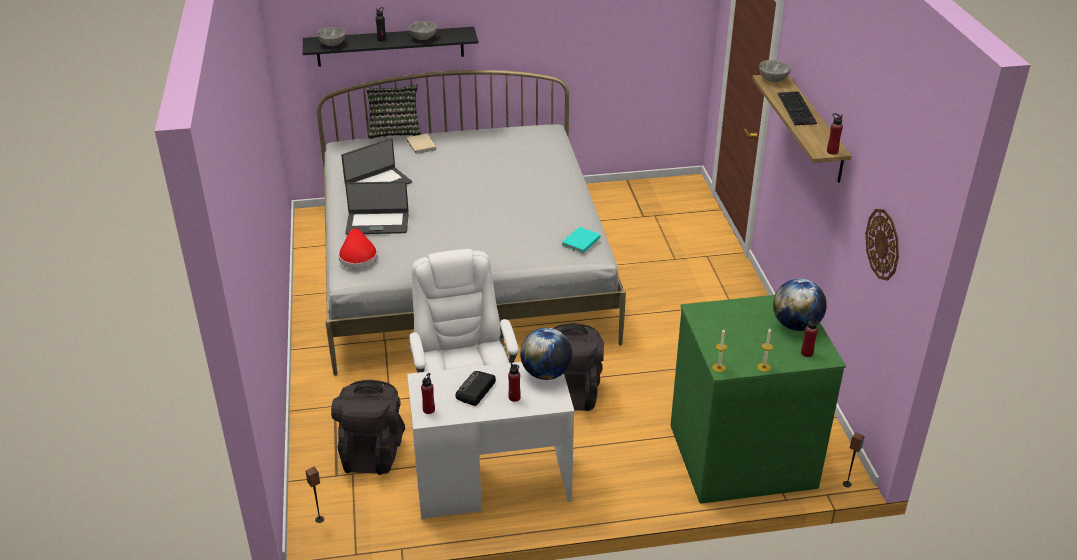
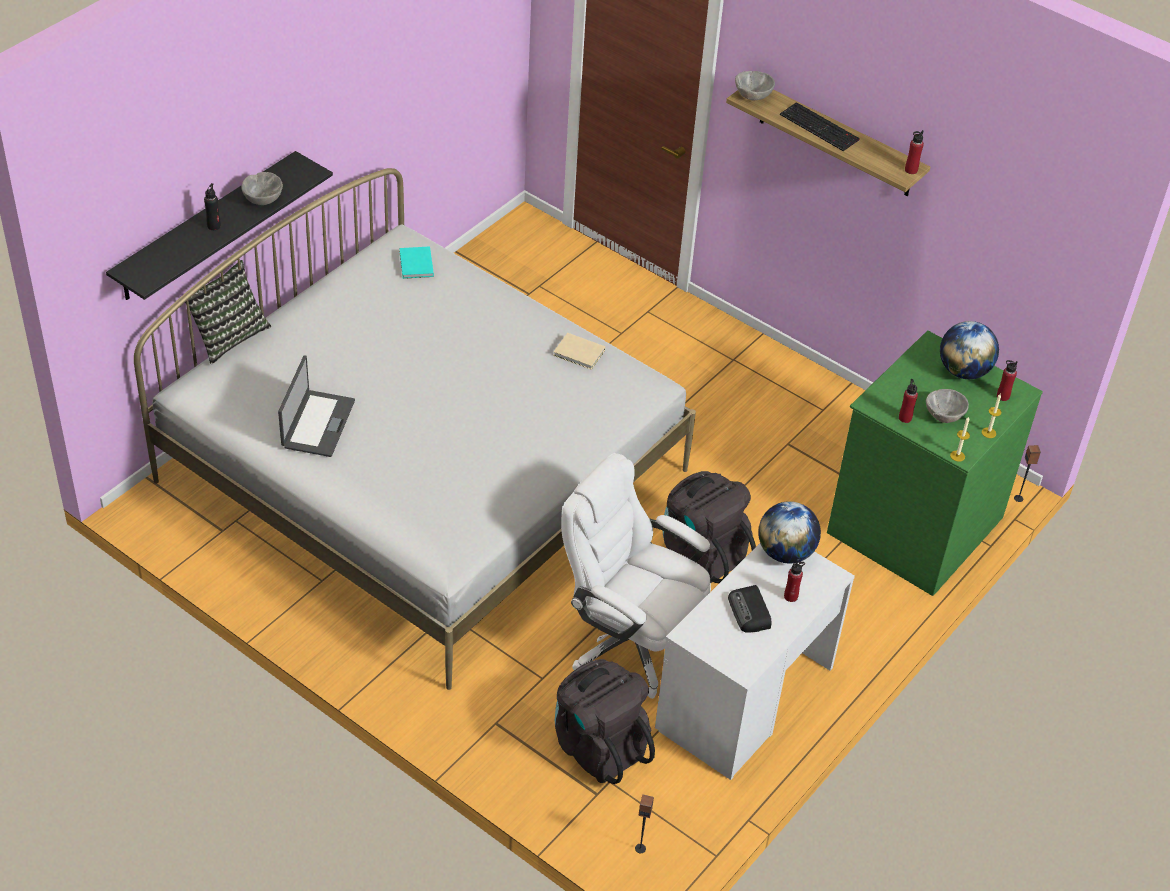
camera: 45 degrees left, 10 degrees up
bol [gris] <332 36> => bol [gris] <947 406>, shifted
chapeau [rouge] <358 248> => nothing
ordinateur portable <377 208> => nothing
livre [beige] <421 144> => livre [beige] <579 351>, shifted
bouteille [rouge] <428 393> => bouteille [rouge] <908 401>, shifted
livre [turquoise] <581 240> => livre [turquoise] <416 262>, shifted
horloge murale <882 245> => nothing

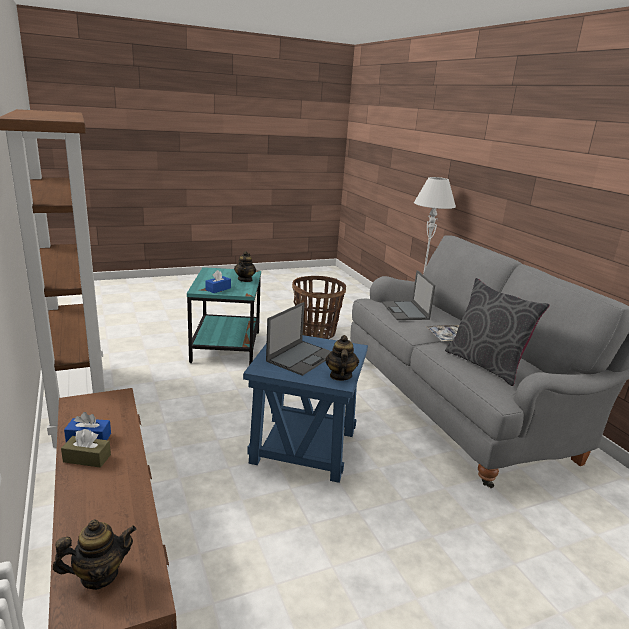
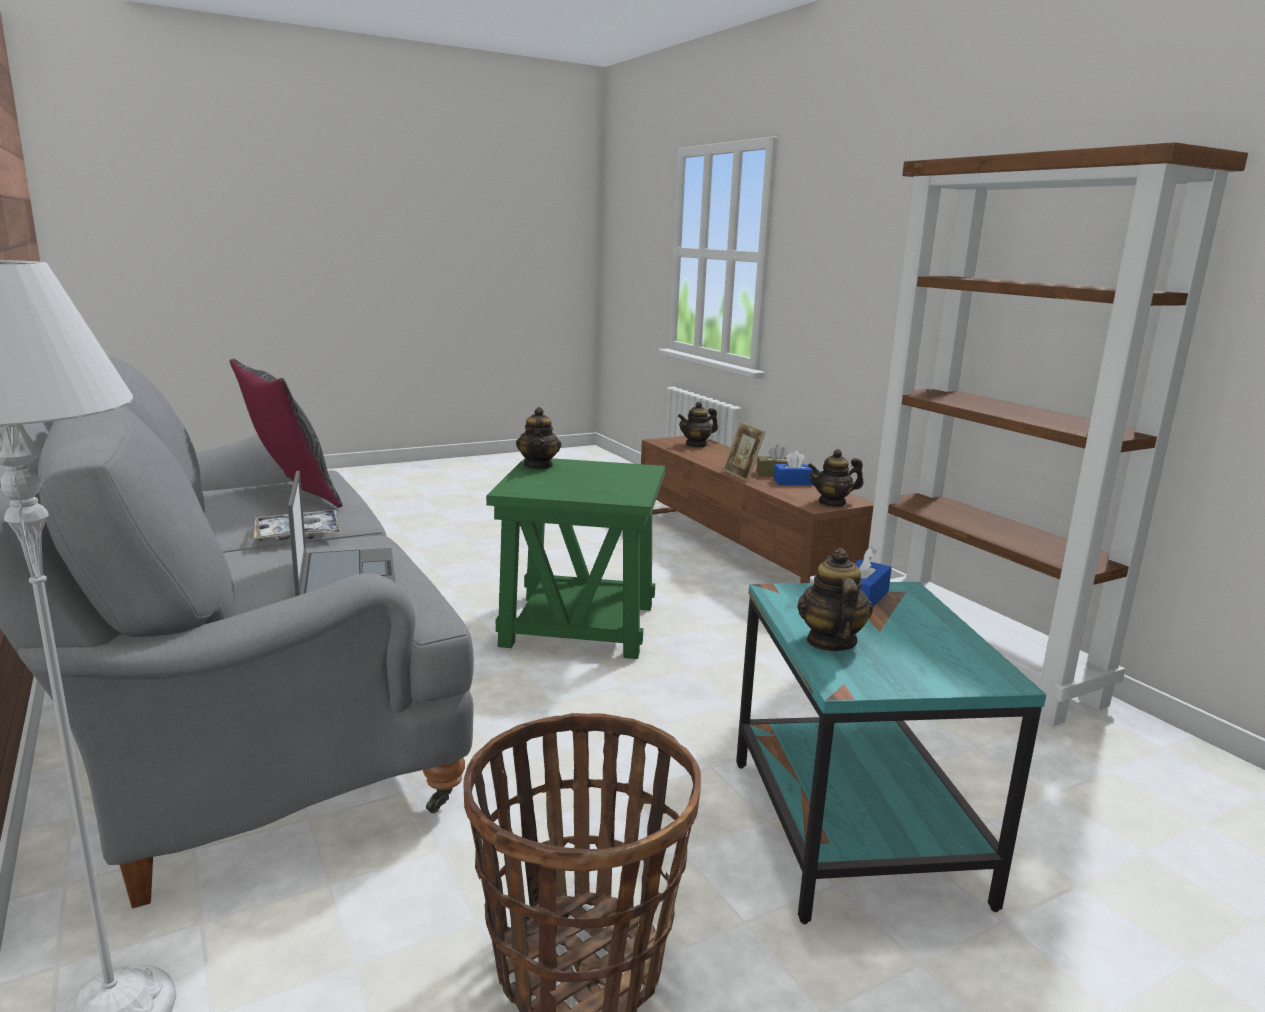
camera: 175 degrees right, 5 degrees down
table d'appoint [bleu] <305 409> => table d'appoint [vert] <575 558>
ordinateur portable <298 339> => nothing
nothing => cadre photo <744 451>
nothing => théière <836 478>

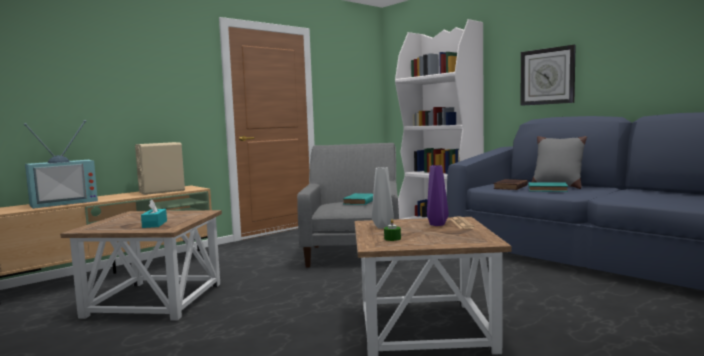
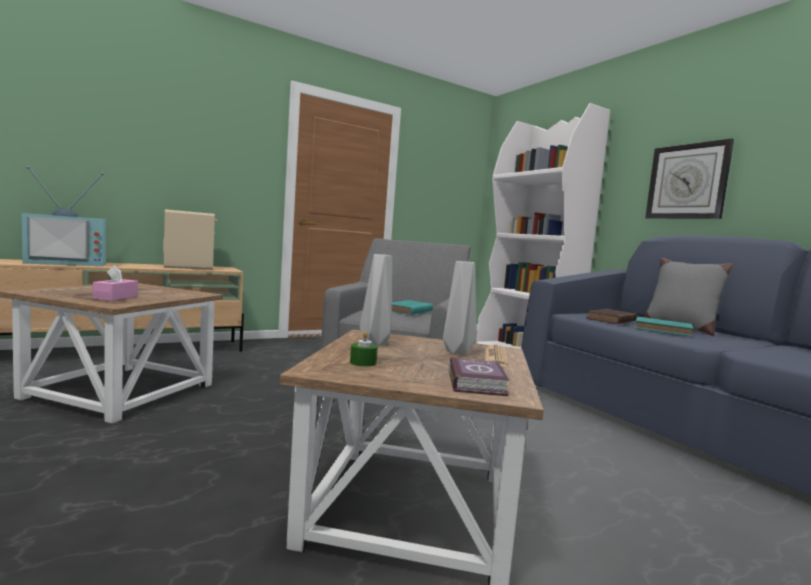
camera: 10 degrees right, 0 degrees up
boîte à mouchoirs [turquoise] <154 213> => boîte à mouchoirs [rose] <115 283>
vase [violet] <438 195> => vase [gris] <460 308>
nothing => livre <479 376>

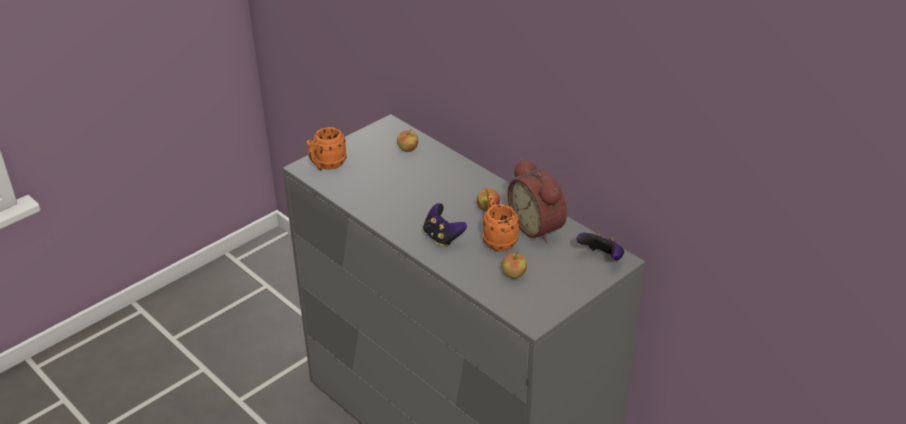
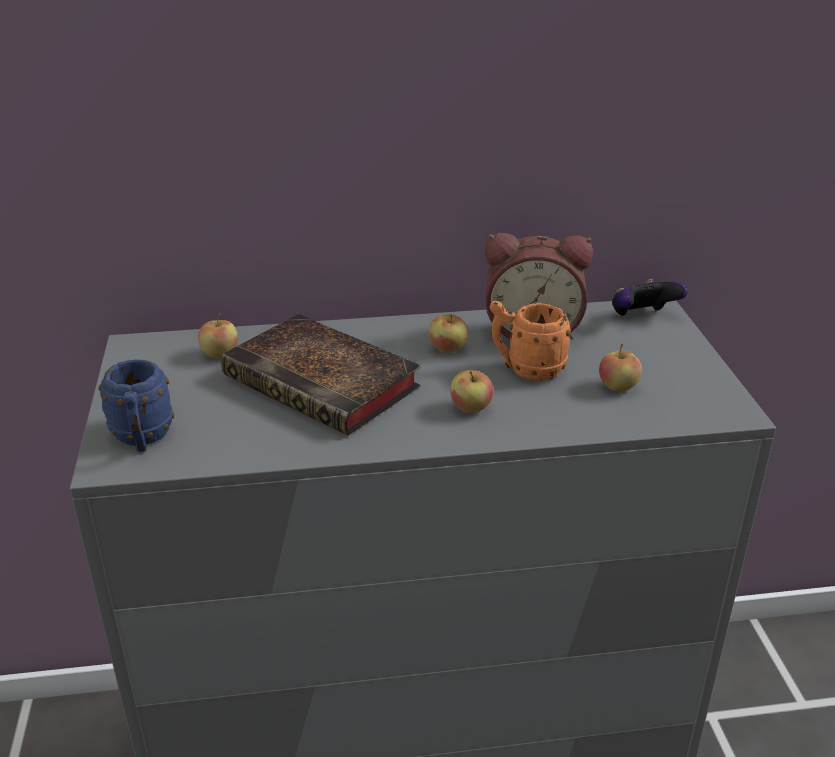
camera: 55 degrees left, 5 degrees down
mug [orange] <326 149> => mug [bleu] <136 405>
manette <445 225> => pomme <471 391>
nothing => livre <321 375>

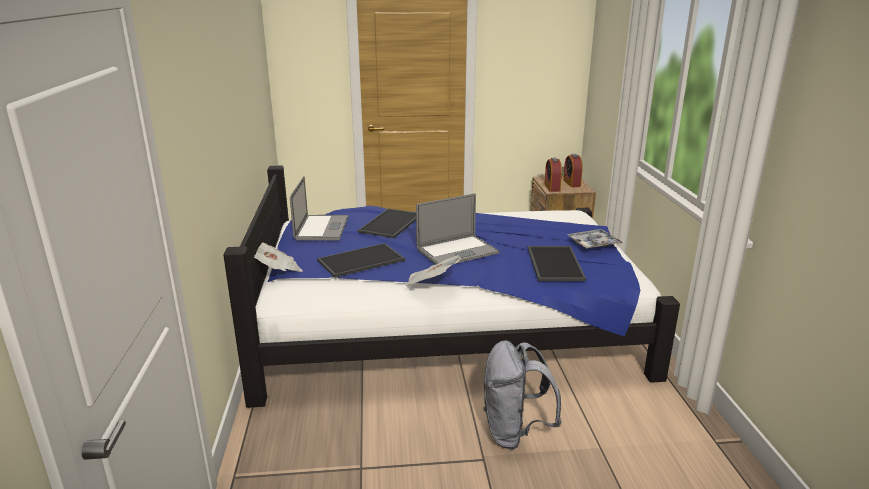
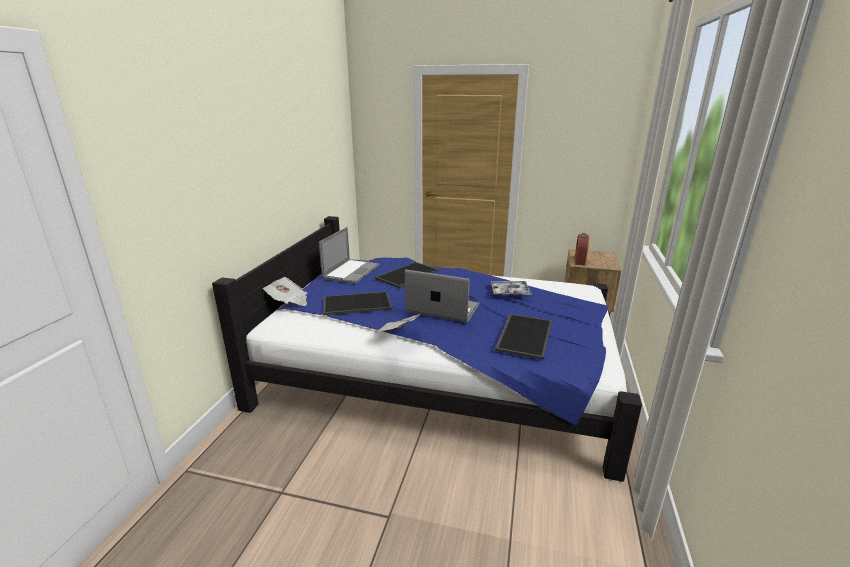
camera: 20 degrees right, 0 degrees up
ordinateur portable <458 228> => ordinateur portable <442 296>, 150 degrees counterclockwise
sac à dos [gris] <522 394> => nothing
réveil <573 170> => nothing
plateau <595 239> => plateau <511 288>, shifted

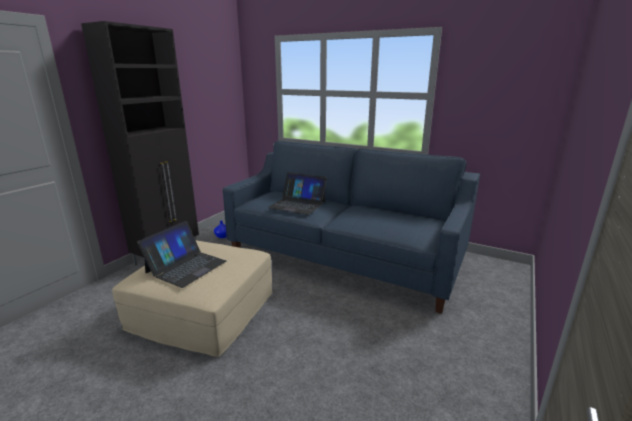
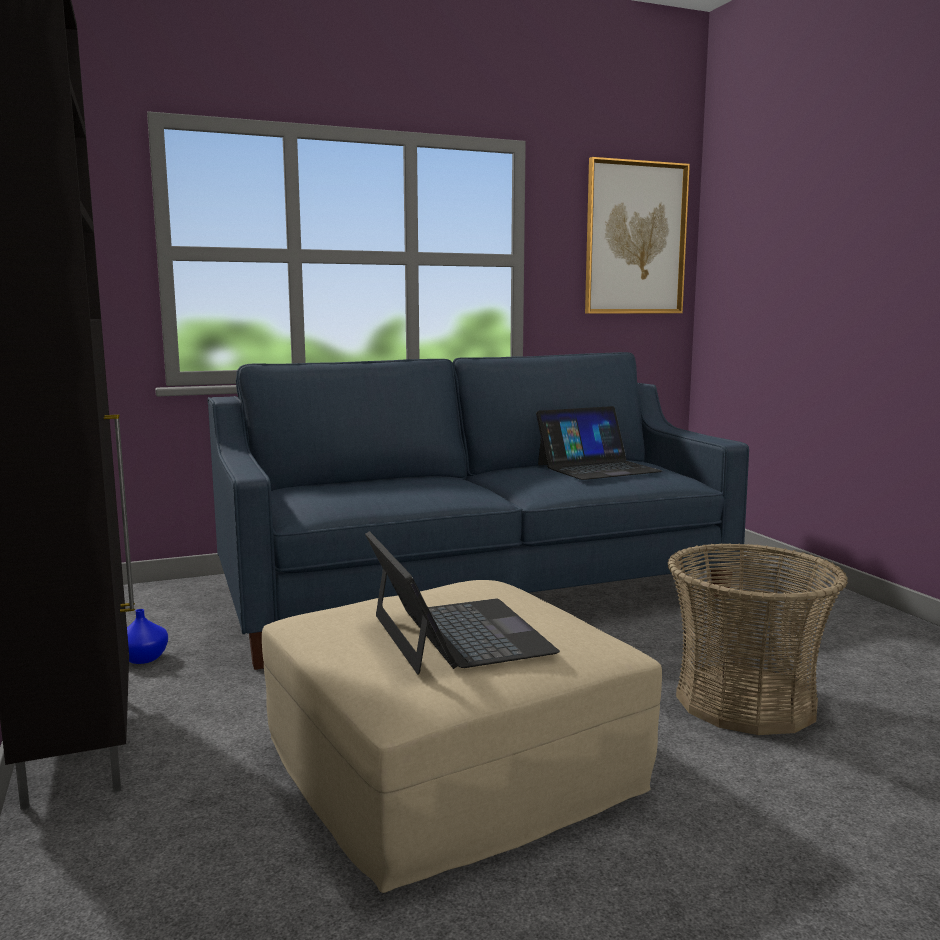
camera: 50 degrees left, 10 degrees down
ordinateur portable <297 193> => ordinateur portable <599 443>, shifted
nothing => tableau <637 235>
nothing => panier <757 639>

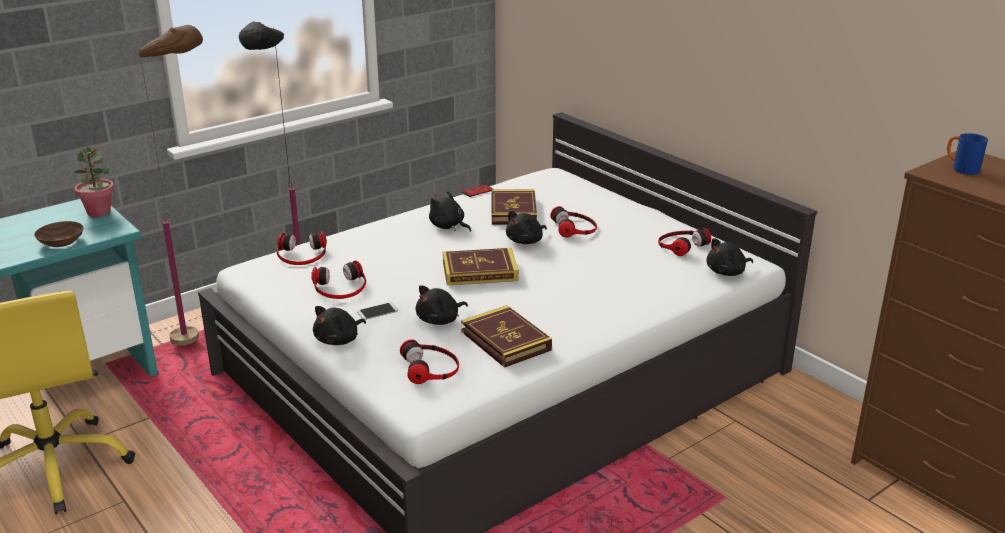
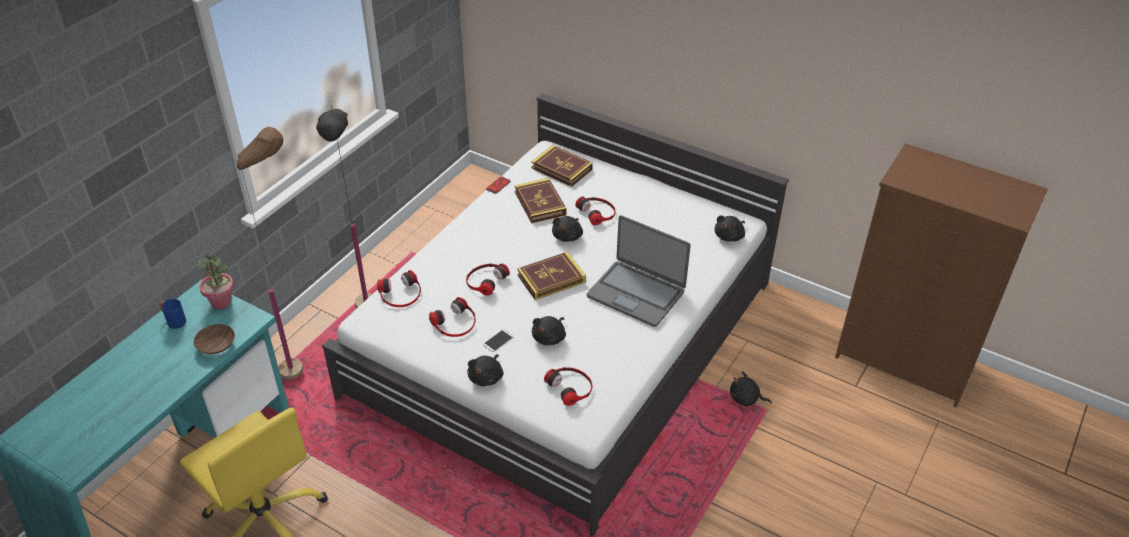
camera: 20 degrees left, 15 degrees up
peluche [noir] <450 211> => peluche [noir] <751 388>, shifted
livre <506 336> => livre <562 166>, shifted
casque audio <684 242> => casque audio <488 279>, shifted
mug [bleu] <967 154> => mug [bleu] <172 314>, shifted
nothing => ordinateur portable <639 271>

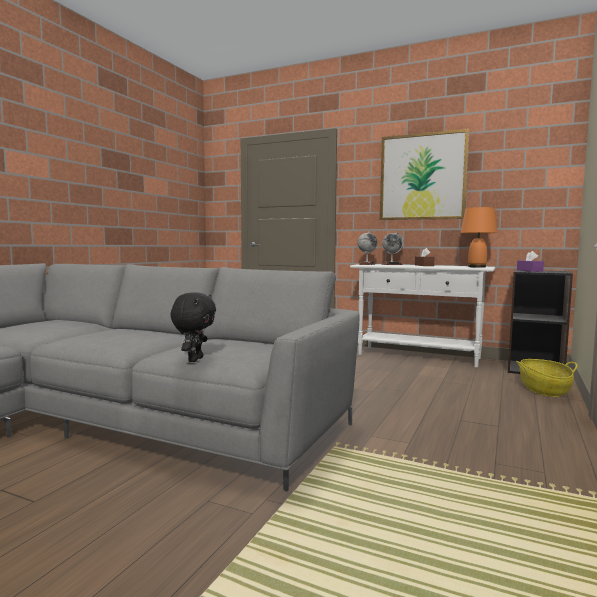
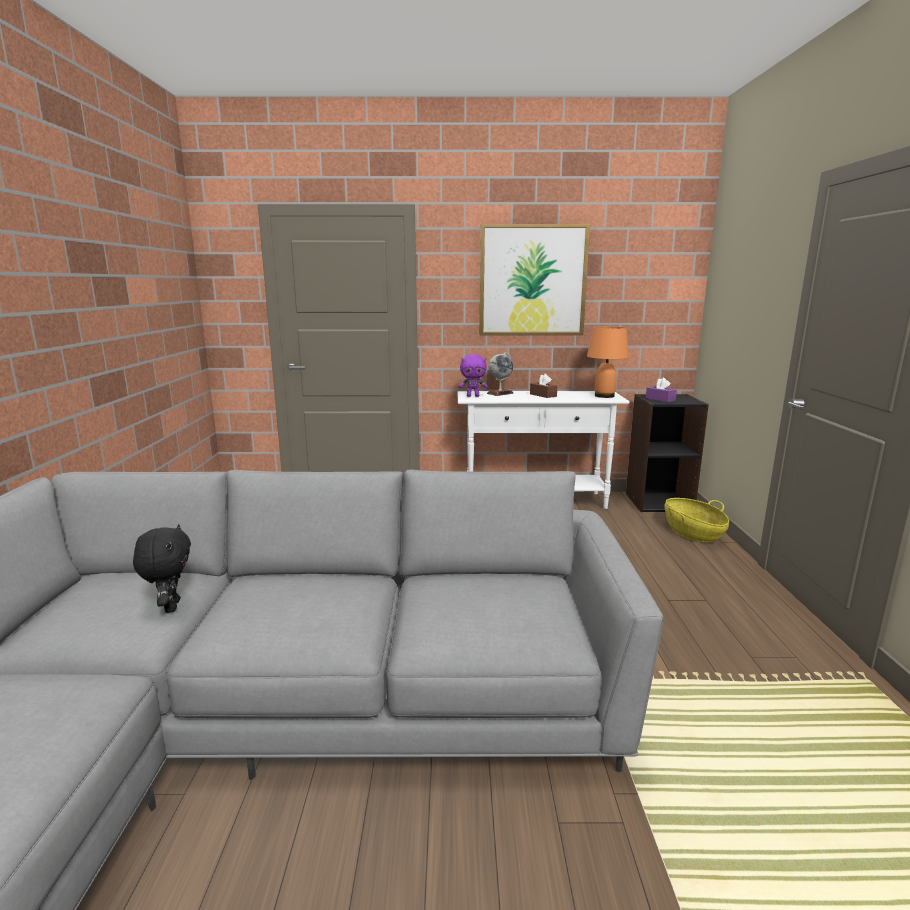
camera: 25 degrees left, 10 degrees up
peluche [noir] <193 327> => peluche [noir] <162 568>, shifted
globe <367 248> => peluche [violet] <473 375>

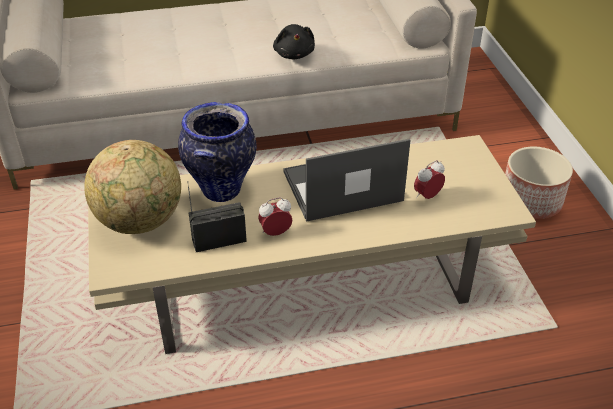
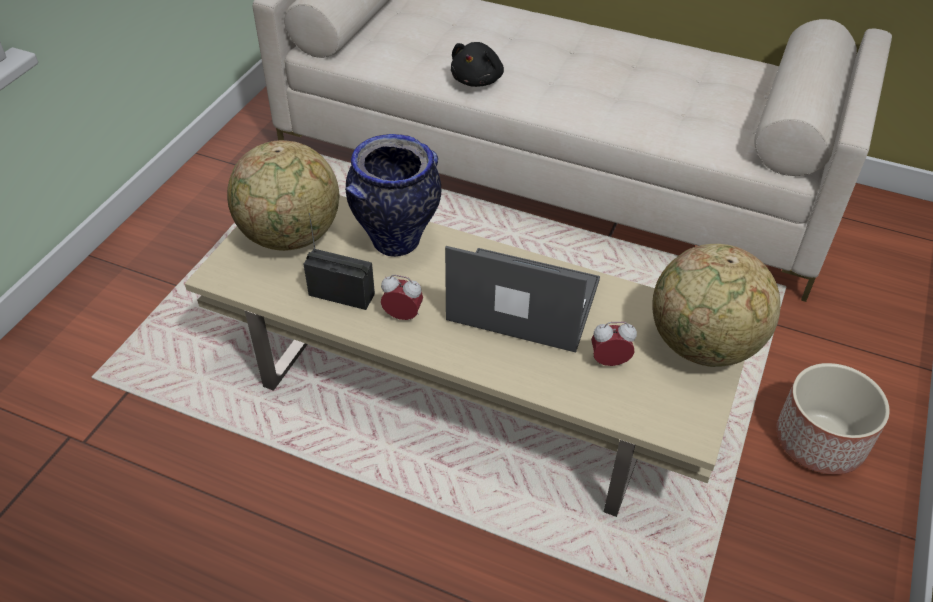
camera: 35 degrees right, 5 degrees up
peluche [noir] <294 41> => peluche [noir] <477 64>, shifted
nothing => globe <716 305>

